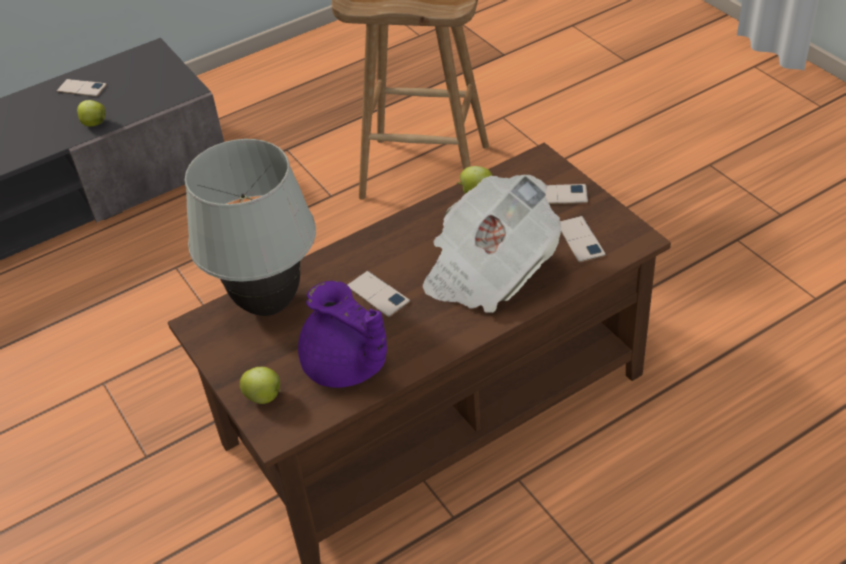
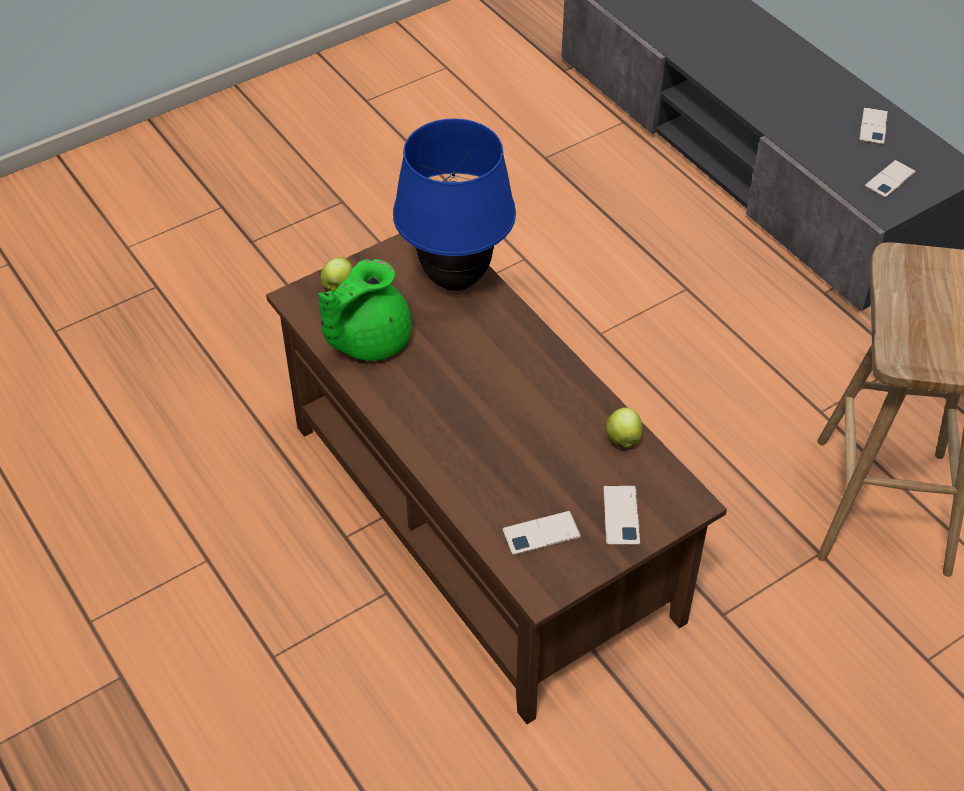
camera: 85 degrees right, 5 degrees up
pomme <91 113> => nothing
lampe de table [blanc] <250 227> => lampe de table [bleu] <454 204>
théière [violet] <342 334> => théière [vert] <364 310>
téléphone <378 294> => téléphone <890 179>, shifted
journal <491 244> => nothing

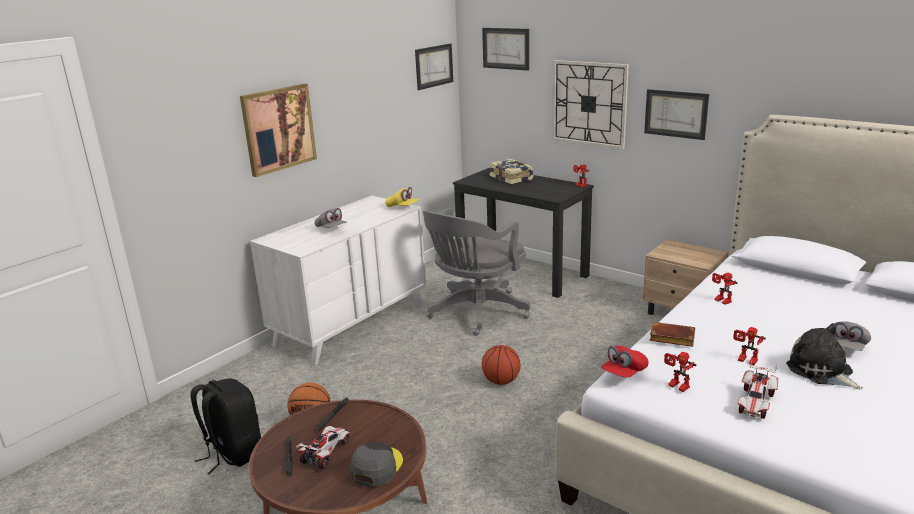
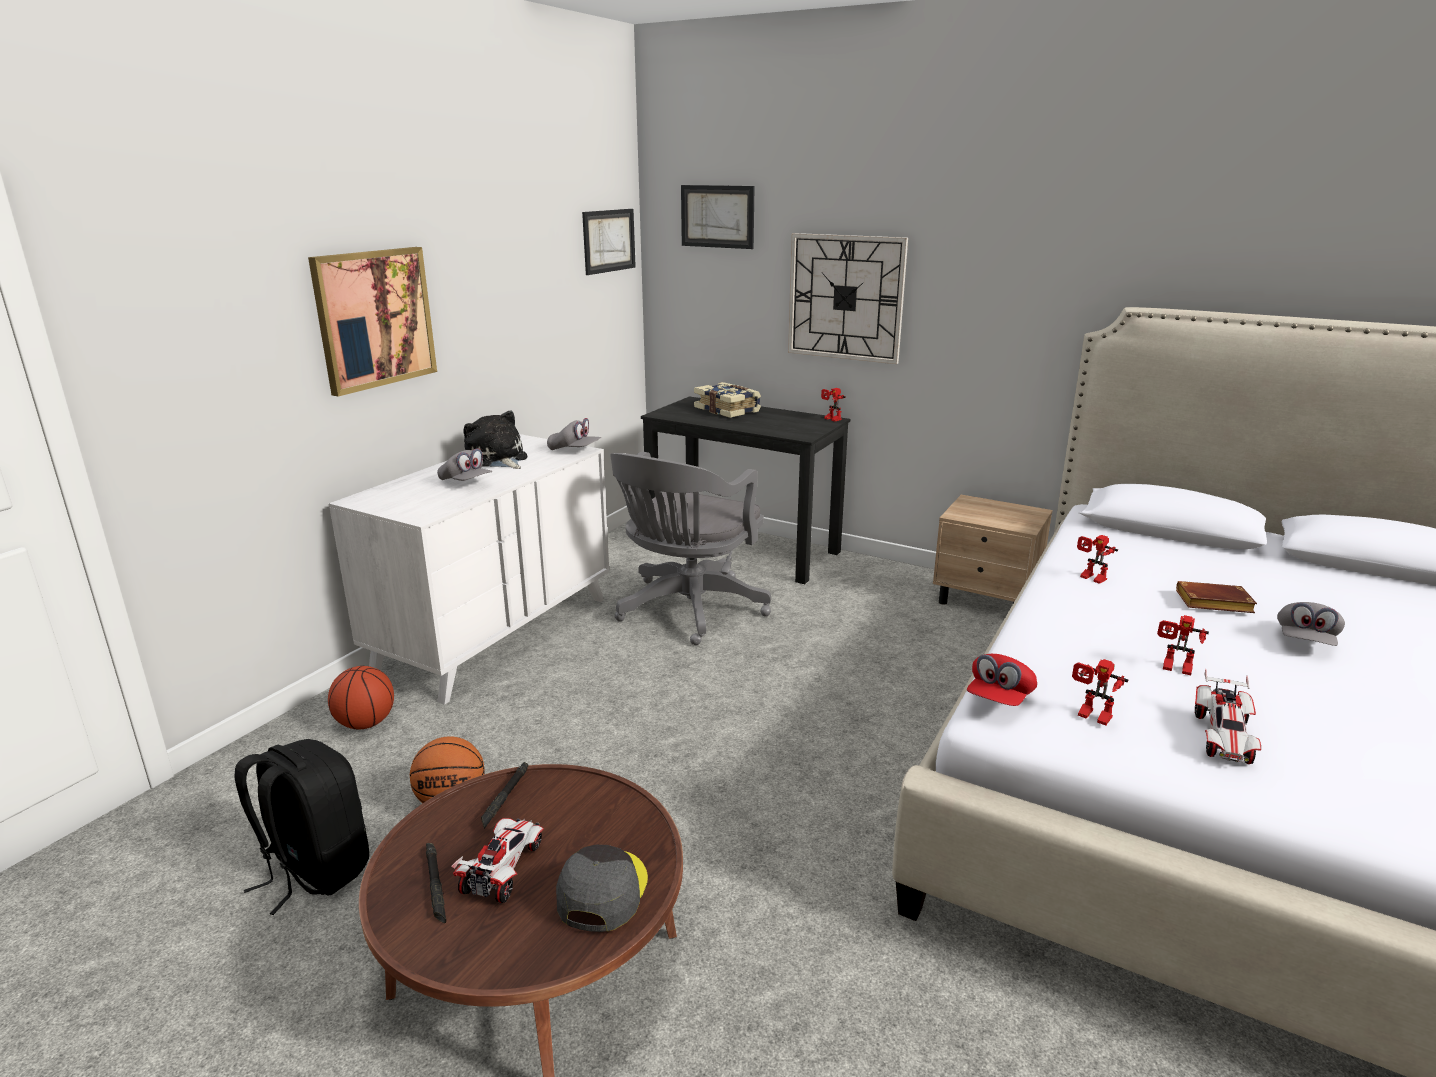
camera: 10 degrees left, 0 degrees up
casquette [jaune] <402 197> => casquette [gris] <574 434>
ballon de basket <501 365> => ballon de basket <361 697>, shifted
tableau <676 114> => nothing
livre [marron] <672 334> => livre [marron] <1216 597>, shifted
peluche <824 356> => peluche <495 440>, shifted

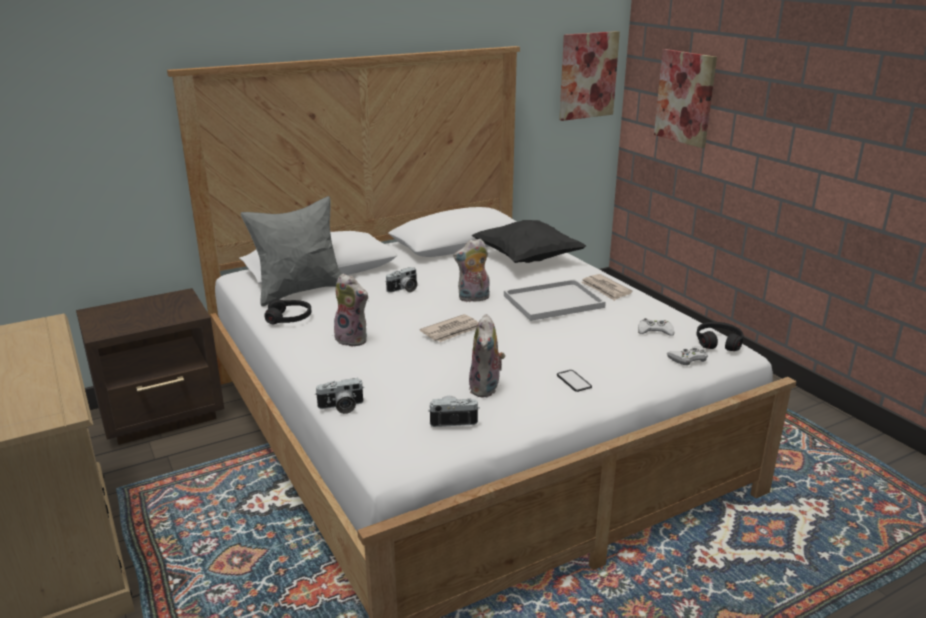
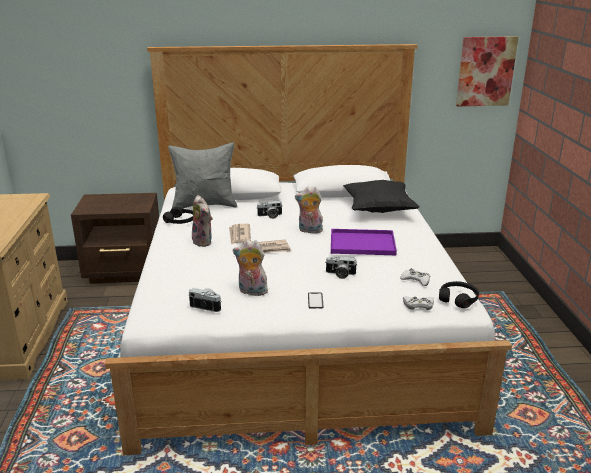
camera: 25 degrees right, 0 degrees up
appareil photo <339 396> => appareil photo <341 267>, shifted
peluche <487 355> => peluche <250 268>, 75 degrees clockwise
plateau [blanc] <555 300> => plateau [violet] <364 242>
journal <607 287> => journal <240 234>, shifted
tableau <685 98> => nothing

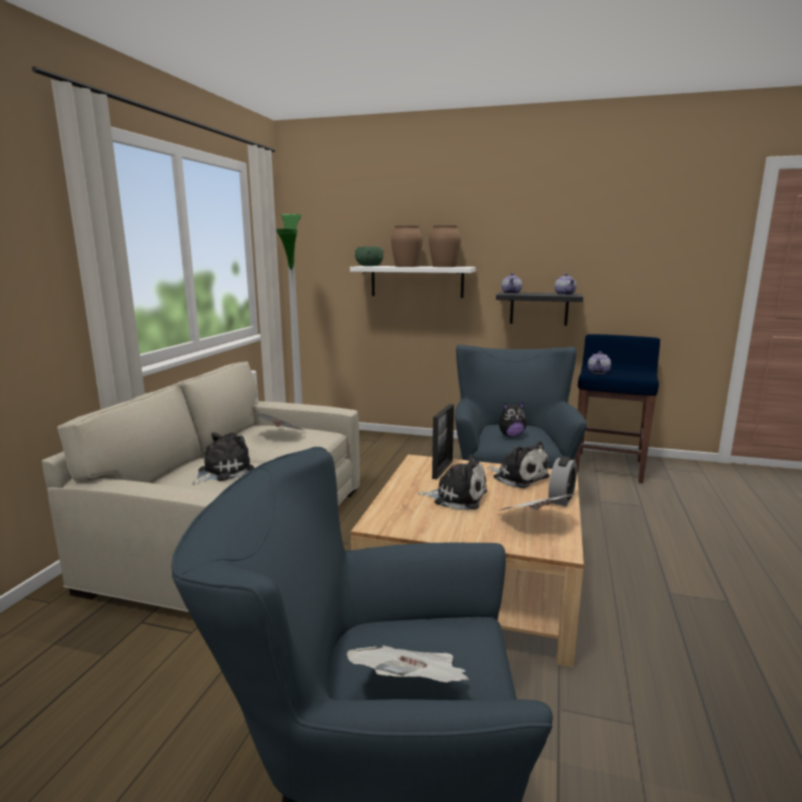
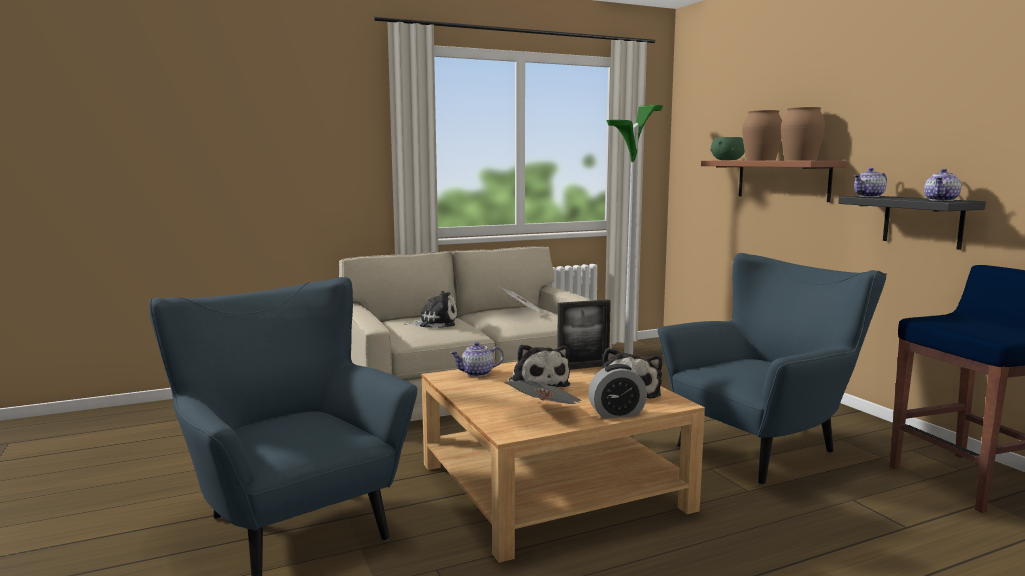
camera: 50 degrees right, 5 degrees down
journal <408 664> => nothing
étagère [blanc] <413 282> => étagère [marron] <774 181>
peluche <512 419> => nothing
théière <599 362> => théière <477 359>, shifted

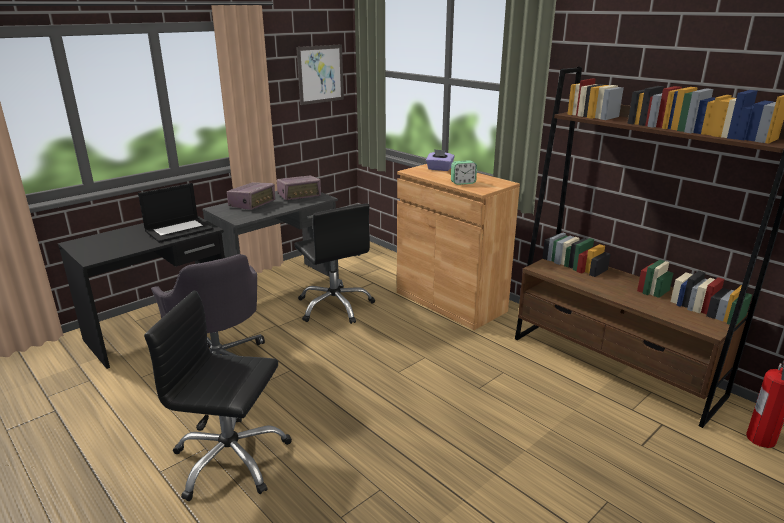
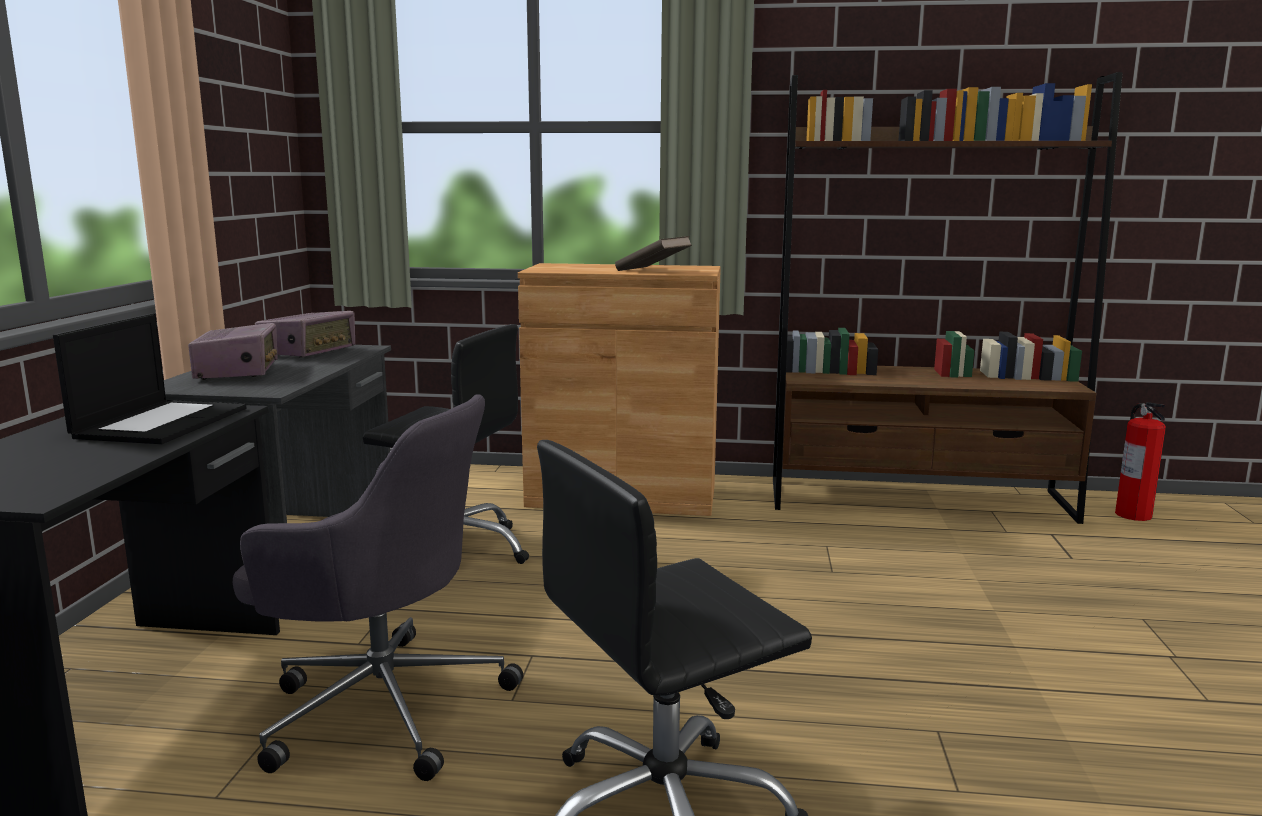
camera: 40 degrees left, 10 degrees down
tableau <320 74> => nothing
boîte à mouchoirs [violet] <440 160> => nothing
réveil <464 172> => livre [marron] <653 253>

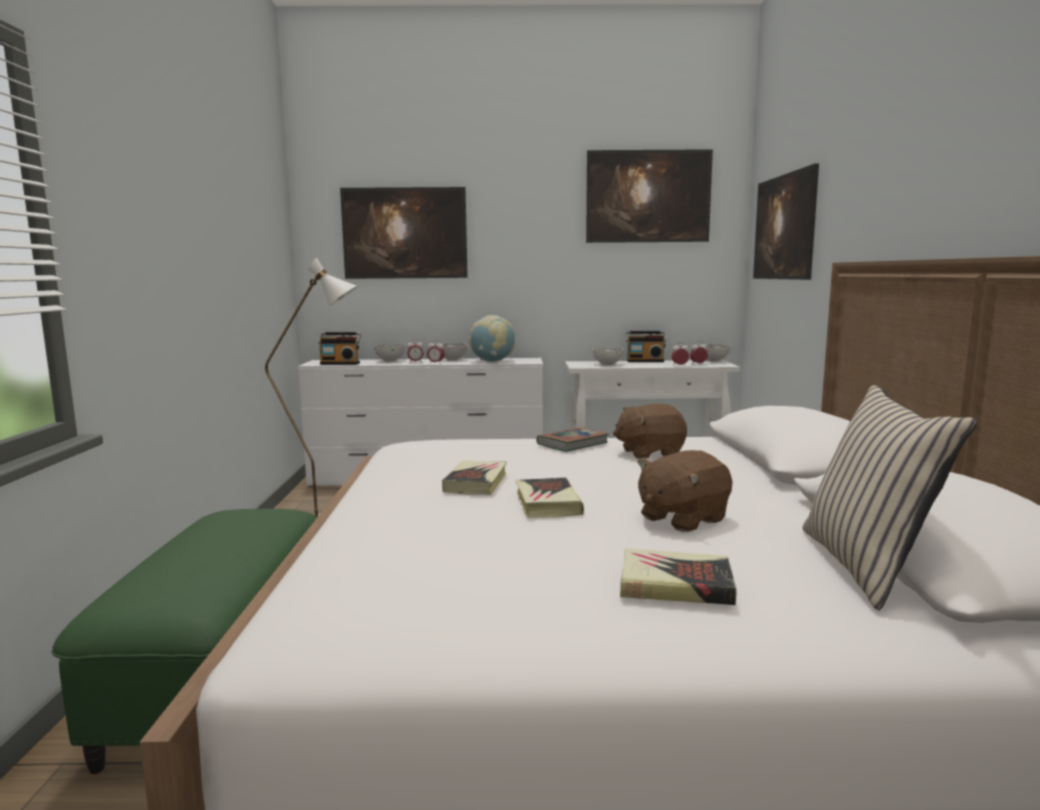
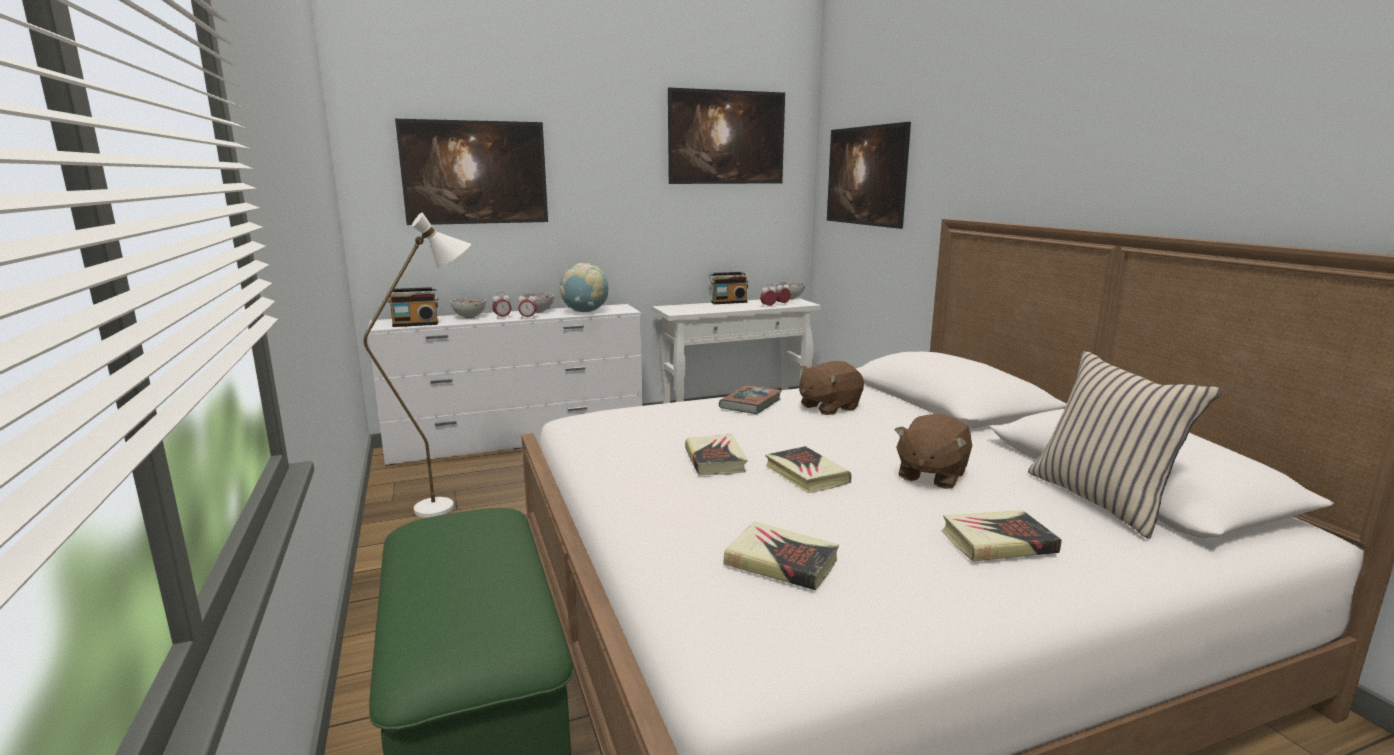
camera: 20 degrees left, 5 degrees up
bol <608 356> => nothing
nothing => livre <781 556>

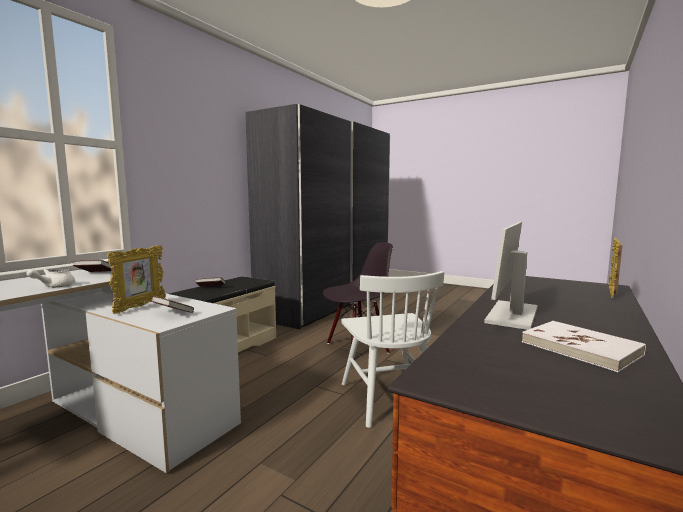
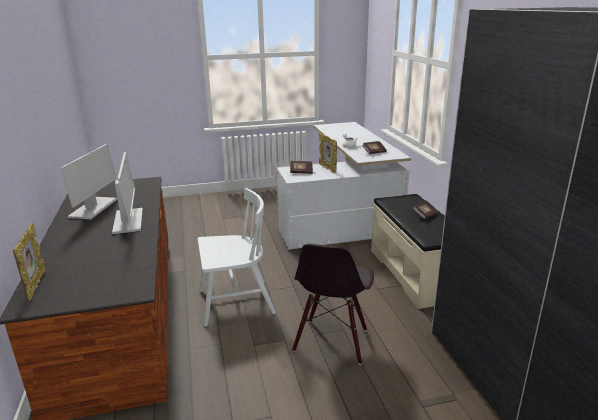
camera: 135 degrees right, 15 degrees up
chaise [blanc] <392 349> => chaise [blanc] <237 257>, 135 degrees clockwise
livre [blanc] <584 346> => écran d'ordinateur <89 181>

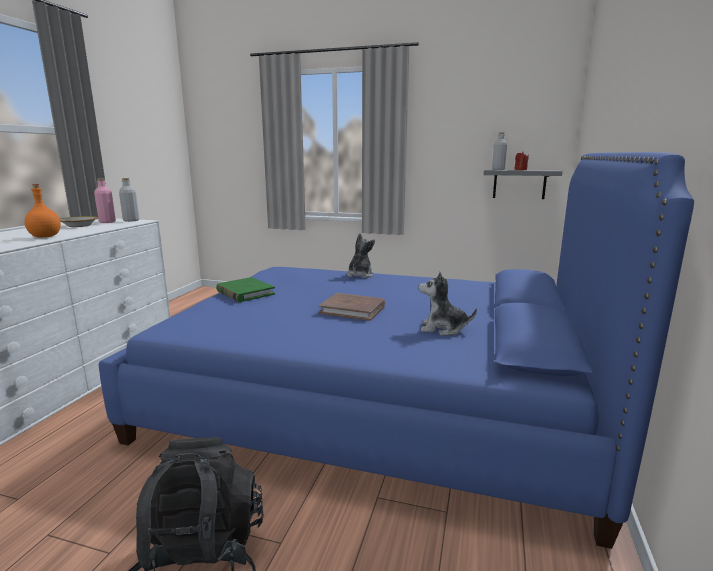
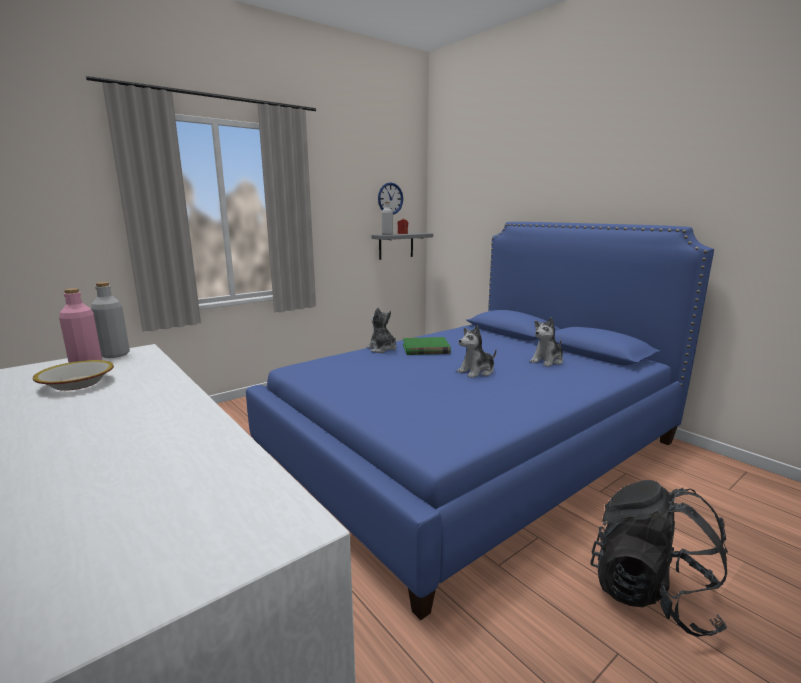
camera: 55 degrees left, 0 degrees up
bouteille [orange] <43 211> => nothing
livre [vert] <245 289> => livre [vert] <427 346>, shifted
livre [marron] <352 307> => peluche <477 351>
nothing => horloge murale <390 198>

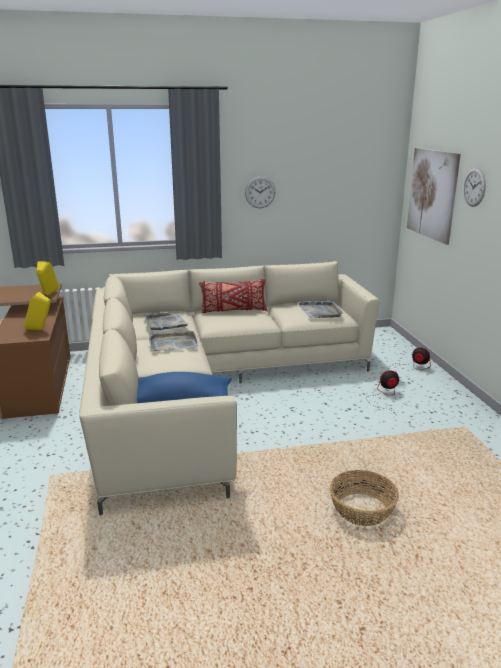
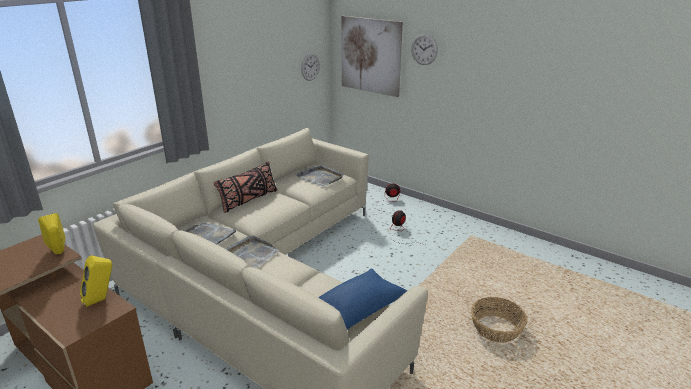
camera: 40 degrees left, 5 degrees up
coussin [rouge] <233 296> => coussin [noir] <245 187>
horloge murale <260 192> => horloge murale <310 67>, shifted

